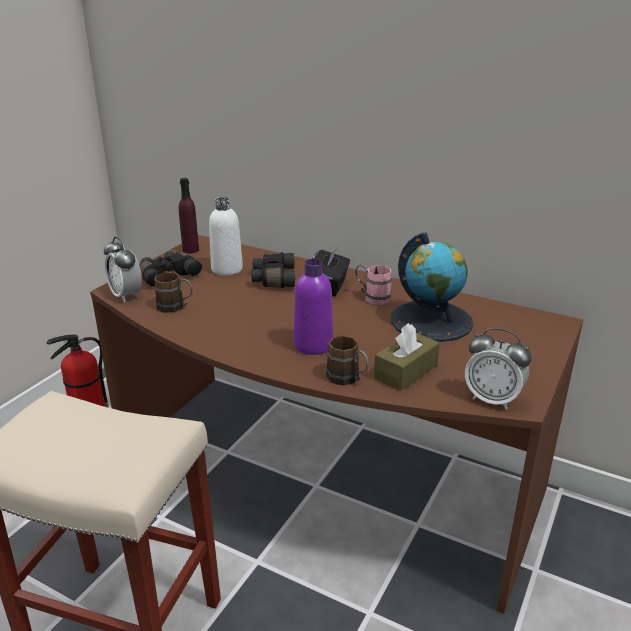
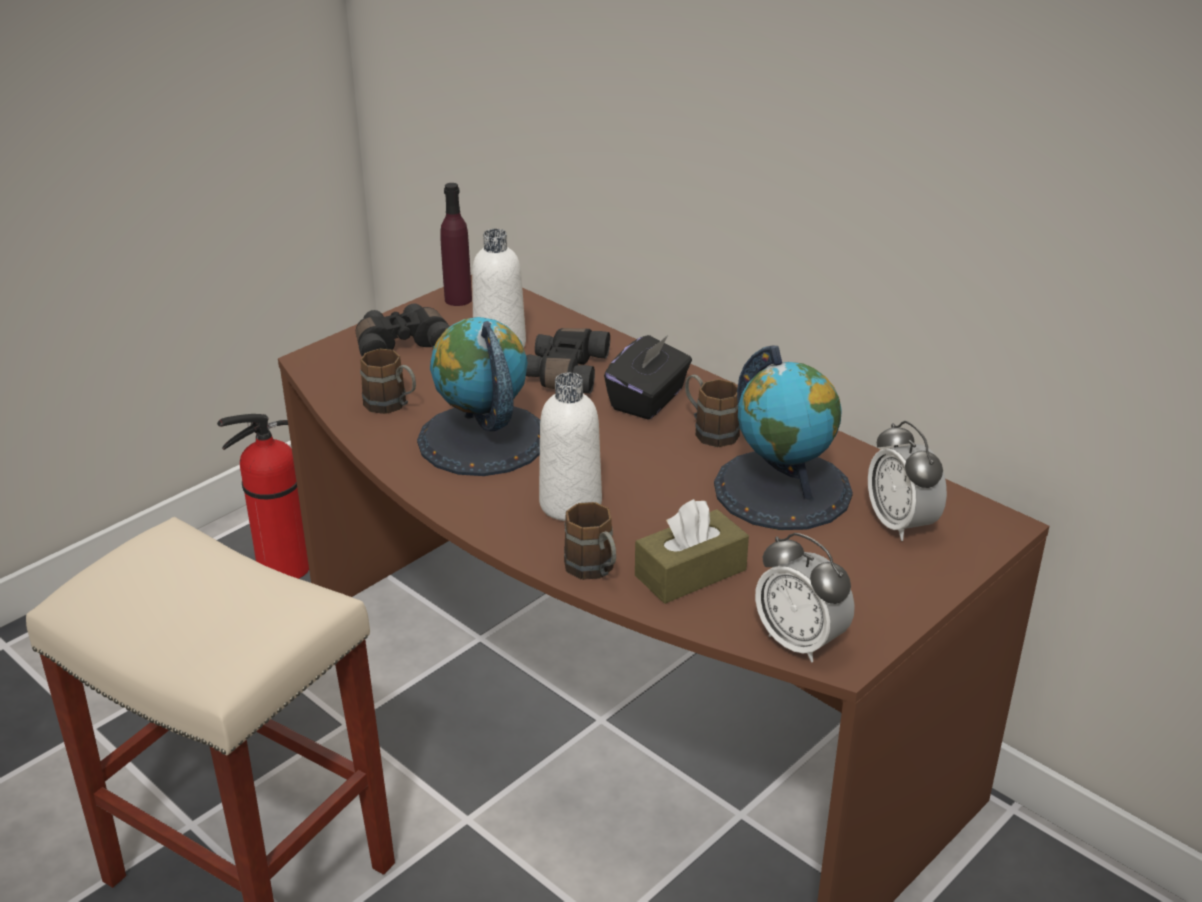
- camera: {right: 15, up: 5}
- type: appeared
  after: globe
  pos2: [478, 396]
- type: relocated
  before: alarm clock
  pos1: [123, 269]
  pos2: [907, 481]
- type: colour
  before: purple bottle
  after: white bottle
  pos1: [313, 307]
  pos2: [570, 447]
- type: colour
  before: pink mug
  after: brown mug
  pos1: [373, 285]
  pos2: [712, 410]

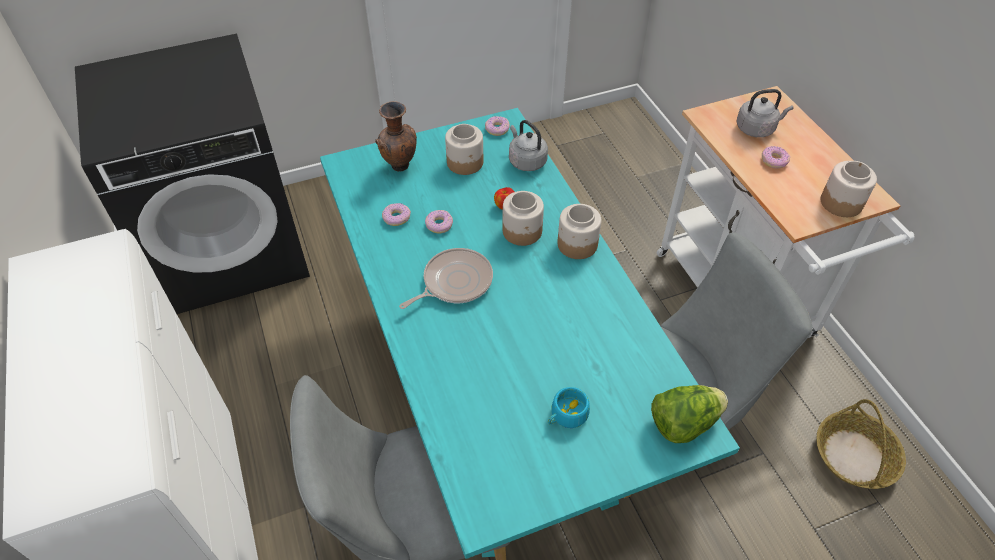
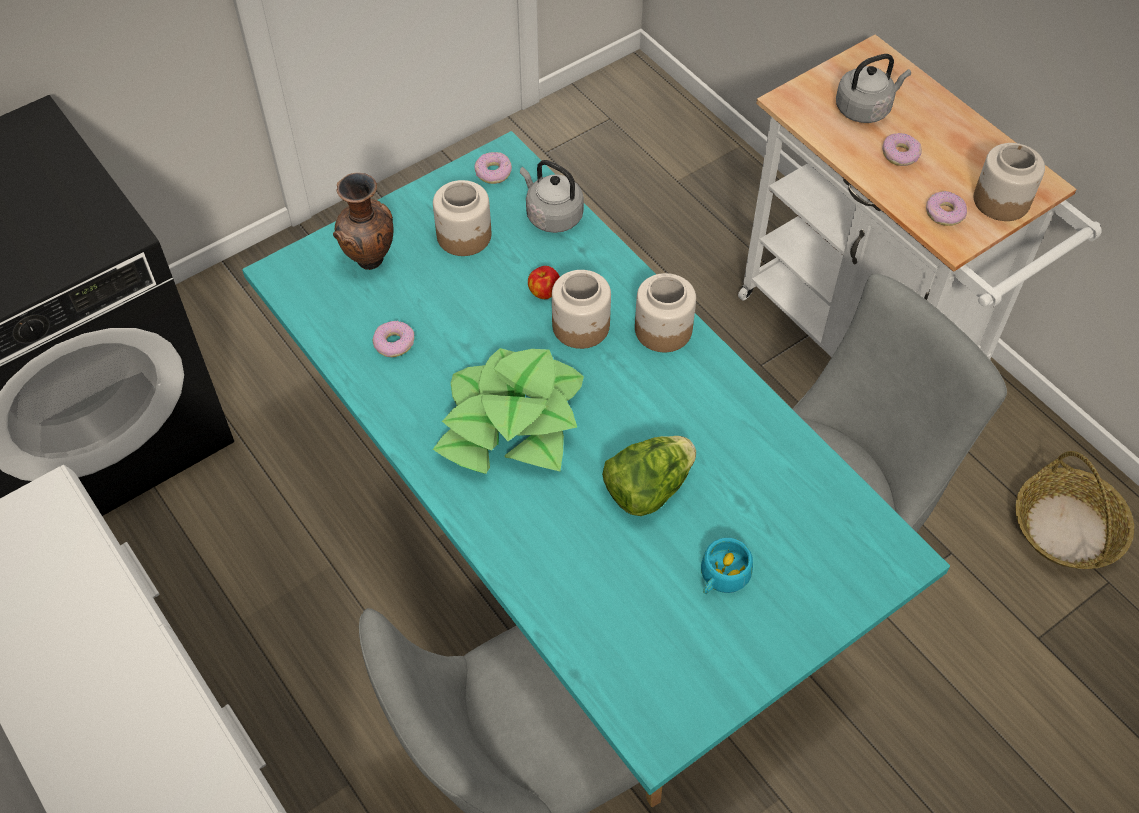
- camera: {right: -15, up: 5}
- type: relocated
  before: donut
  pos1: [439, 221]
  pos2: [946, 208]
- type: relocated
  before: lettuce
  pos1: [689, 414]
  pos2: [649, 476]
- type: exchanged
  before: frying pan
  after: potted plant
  pos1: [446, 278]
  pos2: [508, 411]

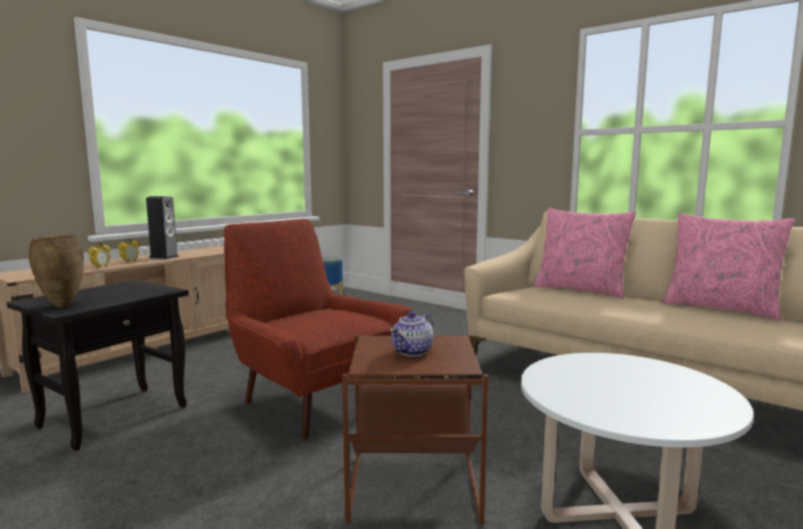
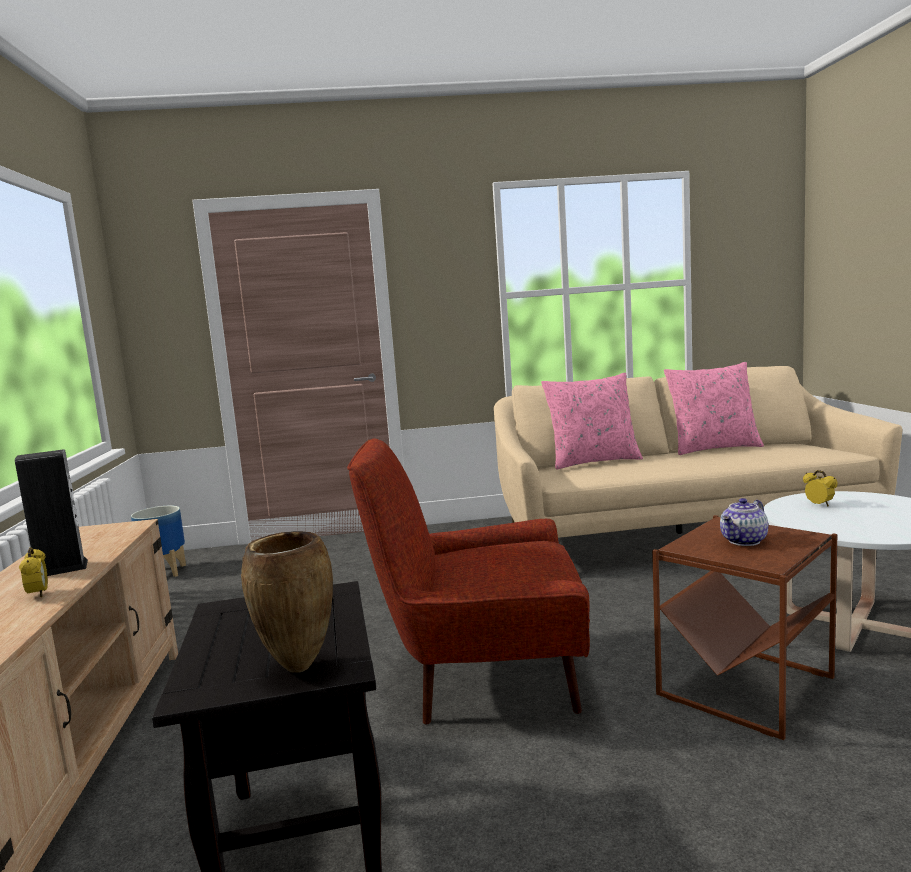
- camera: {right: -45, up: 0}
- type: relocated
  before: alarm clock
  pos1: [99, 256]
  pos2: [820, 488]
- type: spun
  before: teapot
  pos1: [412, 333]
  pos2: [744, 522]
  turn: 60

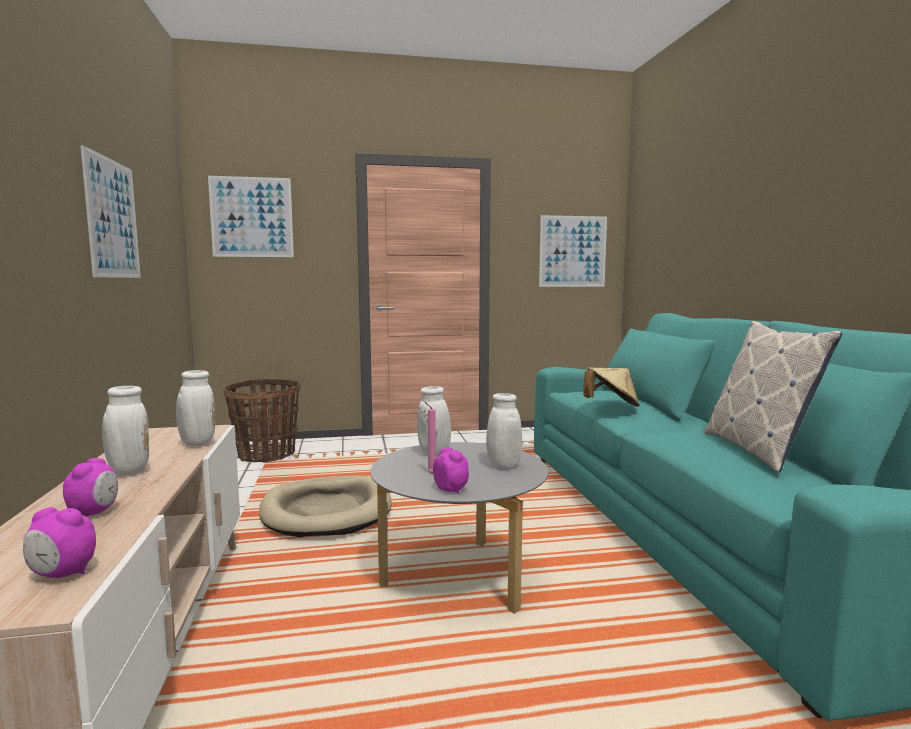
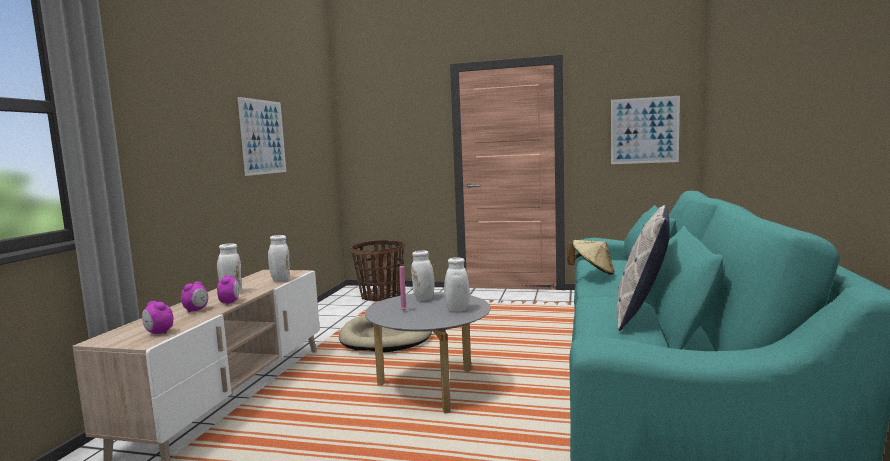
- camera: {right: 25, up: 0}
- type: missing
  before: picture
  pos1: [251, 216]
- type: relocated
  before: alarm clock
  pos1: [451, 470]
  pos2: [228, 290]

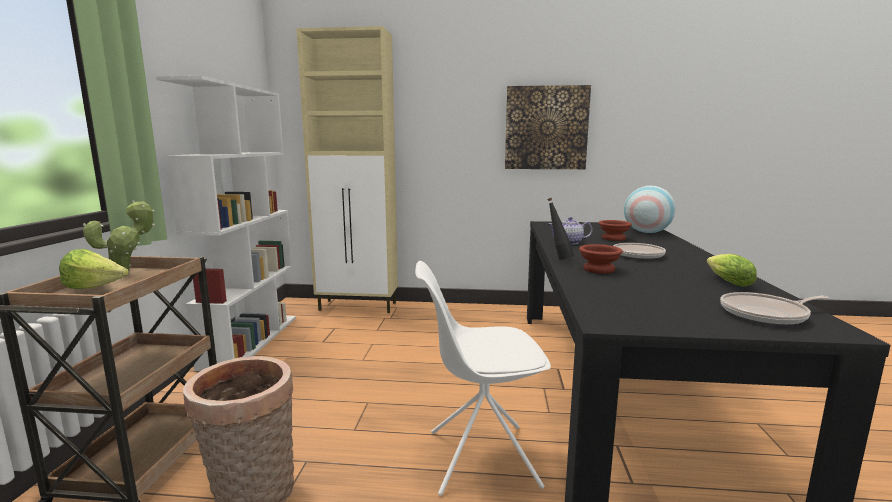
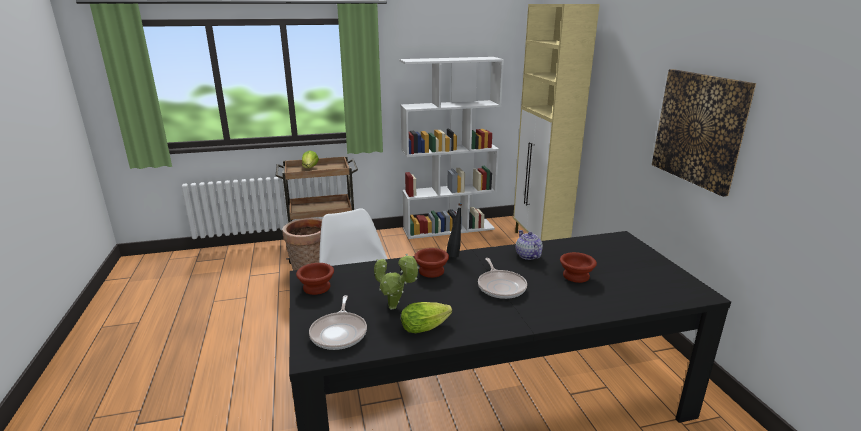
- camera: {right: 70, up: 10}
- type: missing
  before: vase
  pos1: [649, 209]
- type: appeared
  after: brown bowl
  pos2: [315, 279]
- type: relocated
  before: potted plant
  pos1: [118, 237]
  pos2: [396, 282]
- type: spun
  before: frying pan
  pos1: [774, 308]
  pos2: [338, 322]
  turn: -150

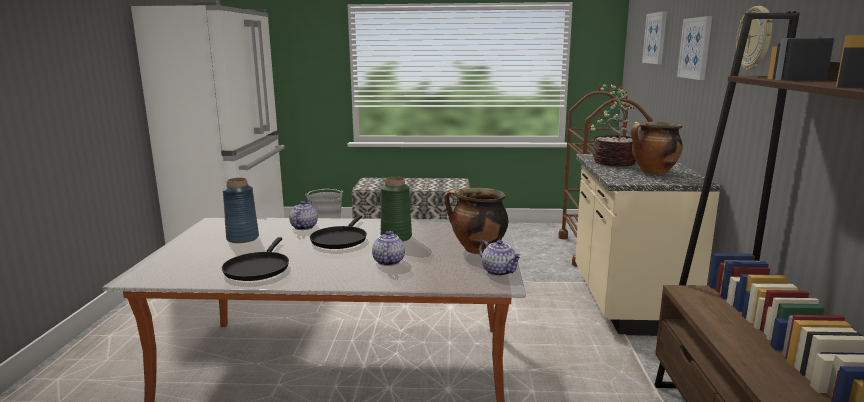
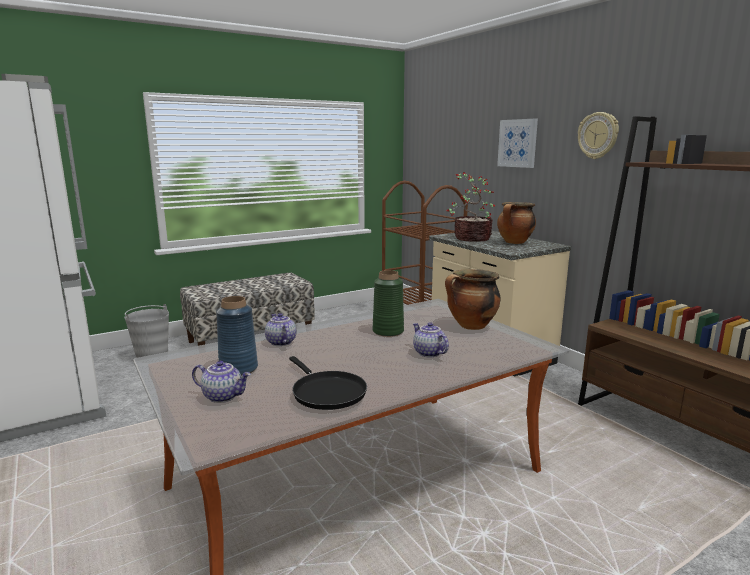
- camera: {right: -35, up: 0}
- type: missing
  before: black frying pan
  pos1: [338, 232]
- type: missing
  before: picture
  pos1: [654, 37]
- type: relocated
  before: teapot
  pos1: [500, 258]
  pos2: [221, 382]

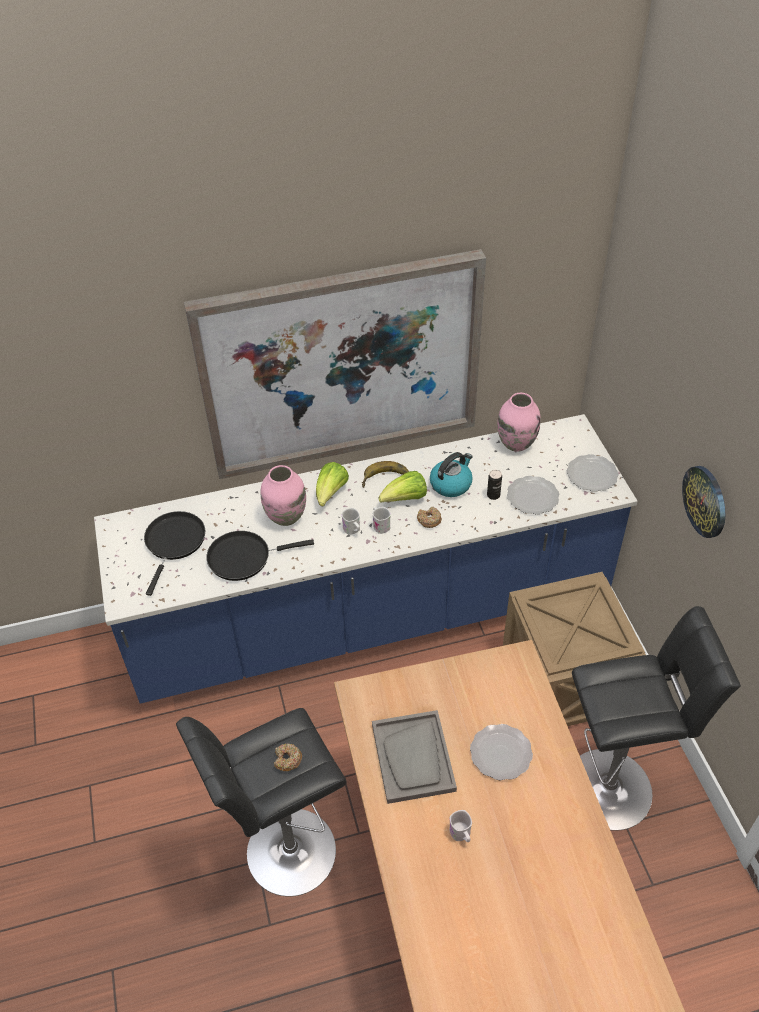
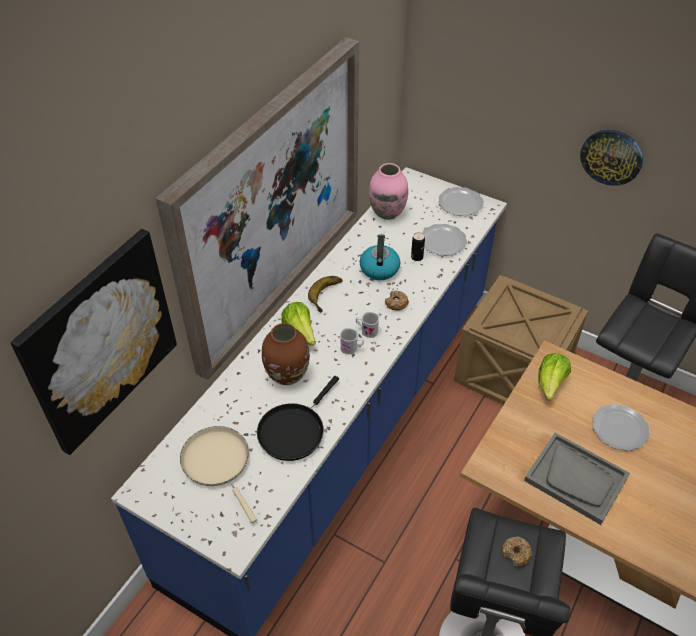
- camera: {right: -45, up: 0}
- type: missing
  before: white mug
  pos1: [460, 826]
- type: appeared
  after: picture
  pos2: [93, 342]
- type: relocated
  before: lettuce
  pos1: [402, 487]
  pos2: [554, 377]
- type: colour
  before: black frying pan
  after: beige frying pan
  pos1: [174, 553]
  pos2: [218, 474]
- type: colour
  before: pink vase
  after: brown vase
  pos1: [283, 495]
  pos2: [286, 354]

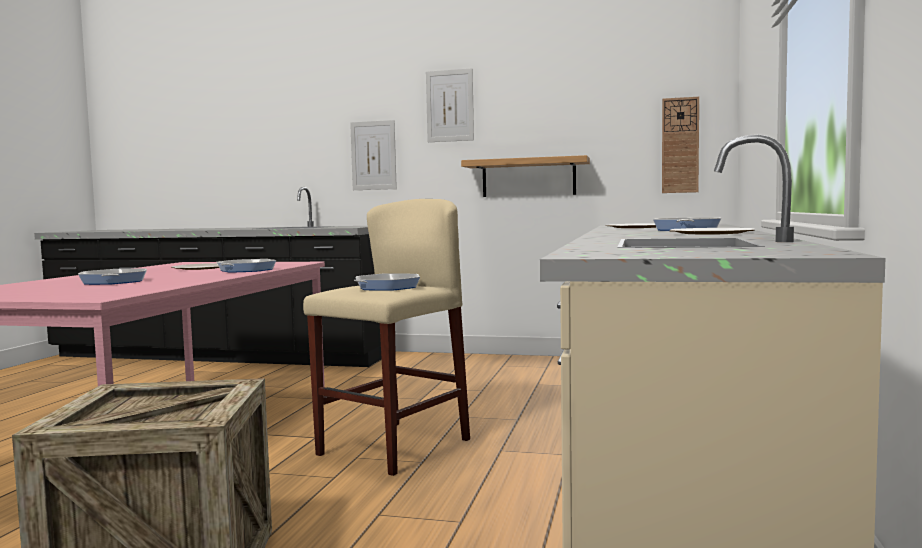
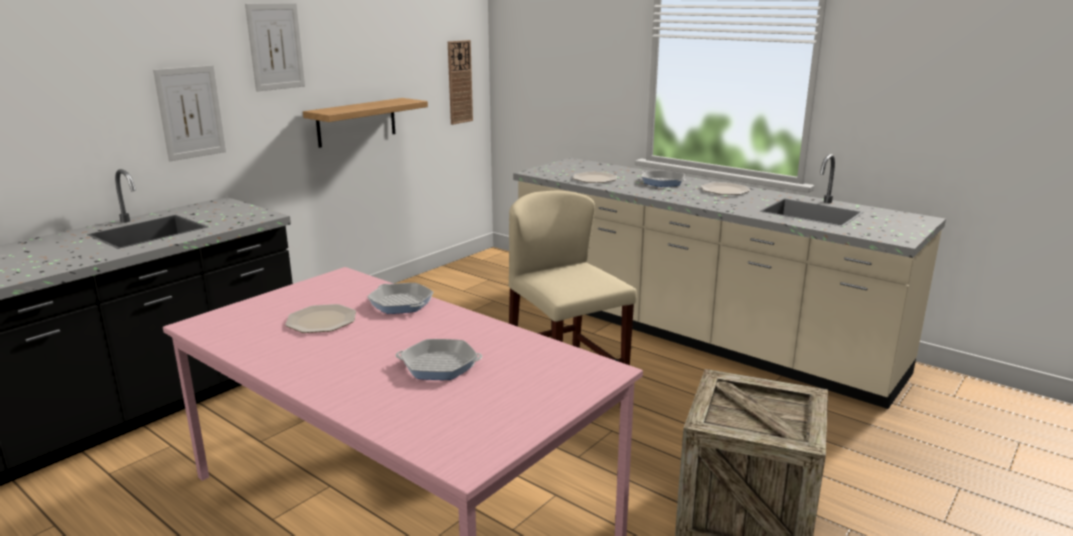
- camera: {right: -65, up: 15}
- type: missing
  before: frying pan
  pos1: [387, 282]

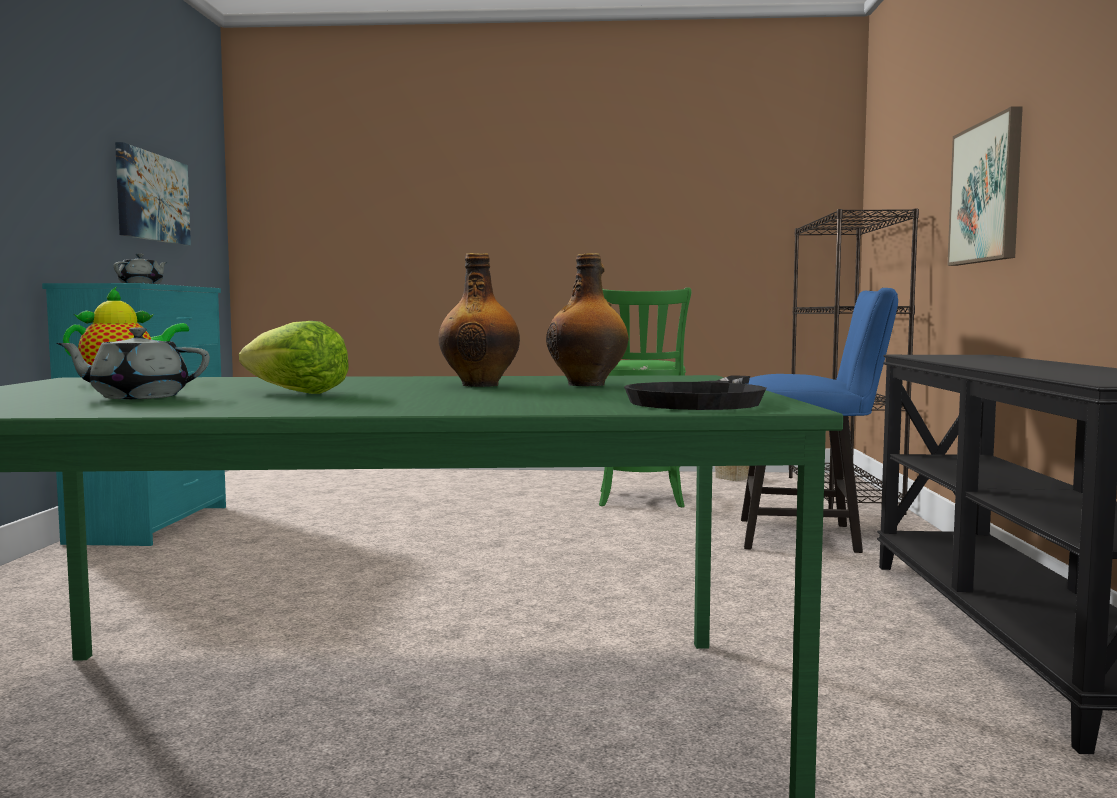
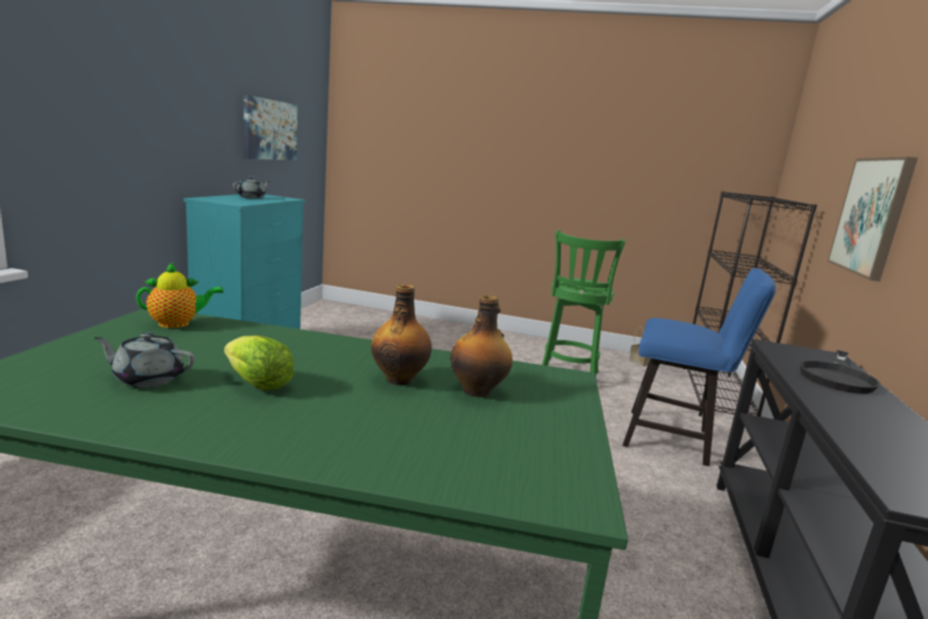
- camera: {right: 10, up: 10}
- type: relocated
  before: black frying pan
  pos1: [695, 392]
  pos2: [839, 372]

